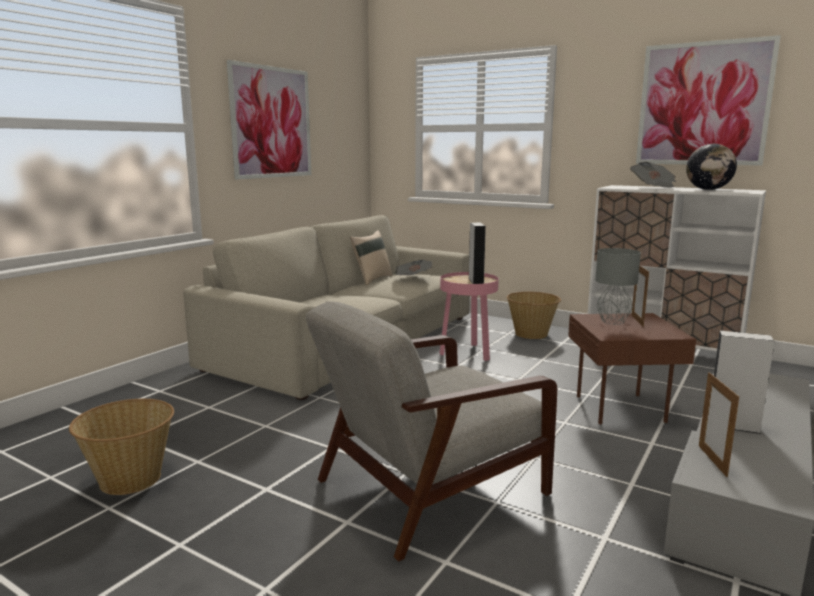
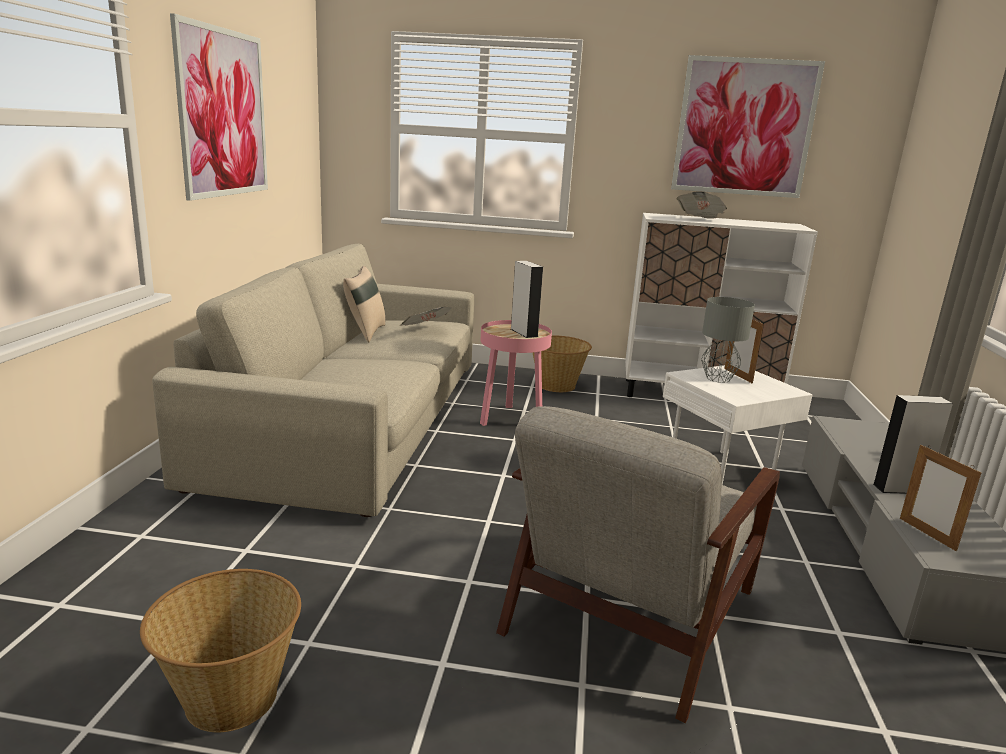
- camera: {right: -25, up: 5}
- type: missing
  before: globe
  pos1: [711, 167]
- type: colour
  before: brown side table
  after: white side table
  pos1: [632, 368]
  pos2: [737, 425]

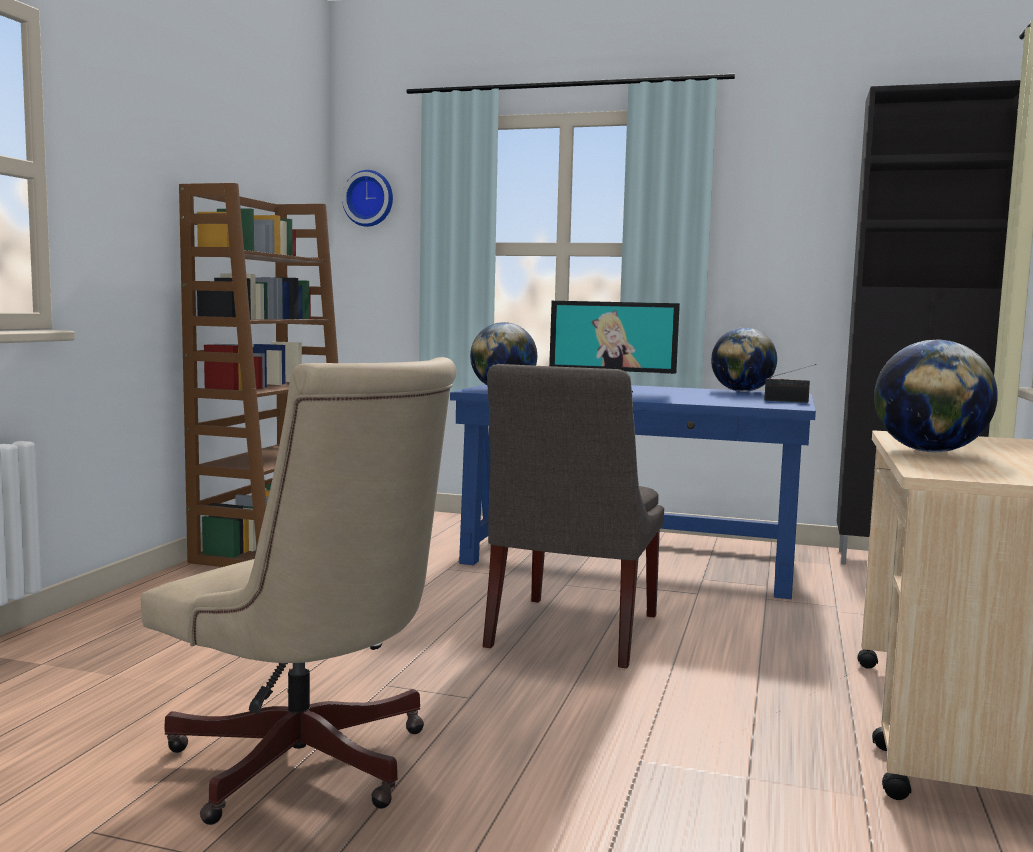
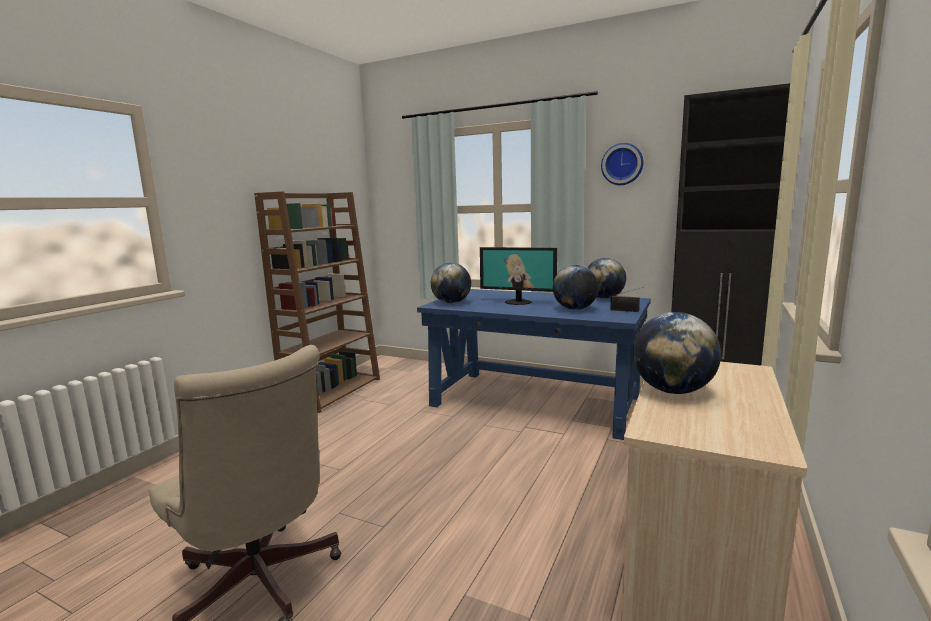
- camera: {right: 10, up: 5}
- type: missing
  before: grey chair
  pos1: [573, 516]
- type: appeared
  after: globe
  pos2: [576, 287]
- type: relocated
  before: wall clock
  pos1: [367, 198]
  pos2: [622, 164]

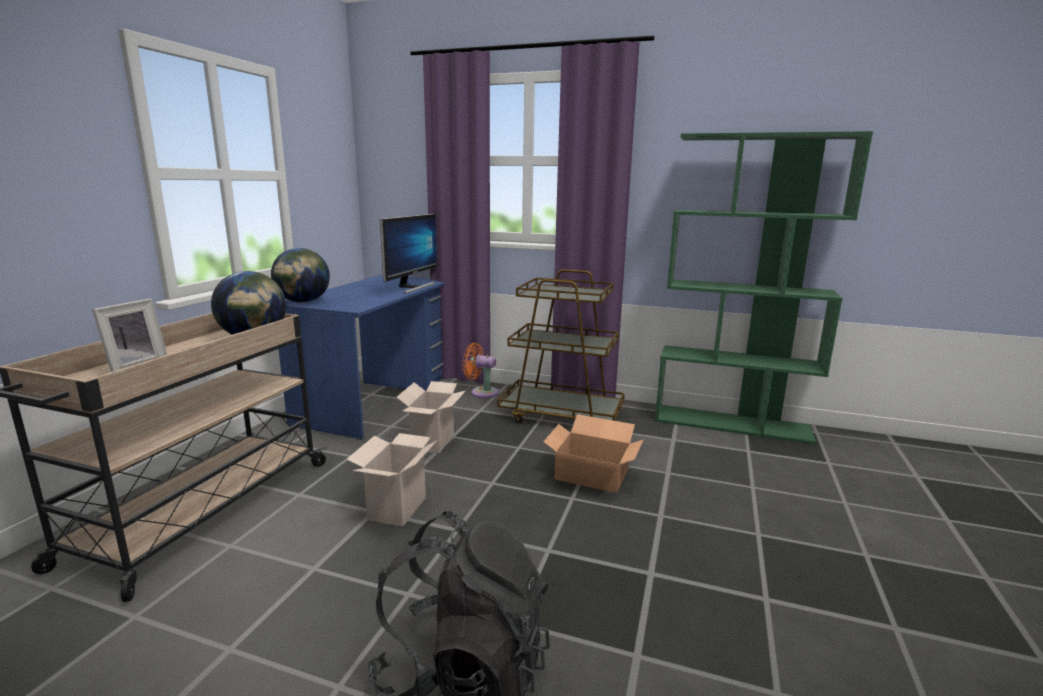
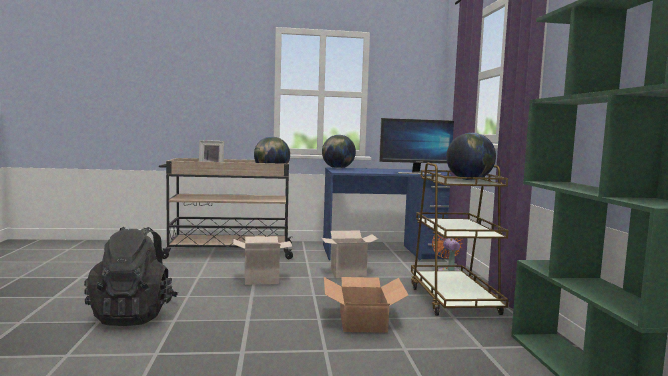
- camera: {right: 65, up: -10}
- type: appeared
  after: globe
  pos2: [471, 156]

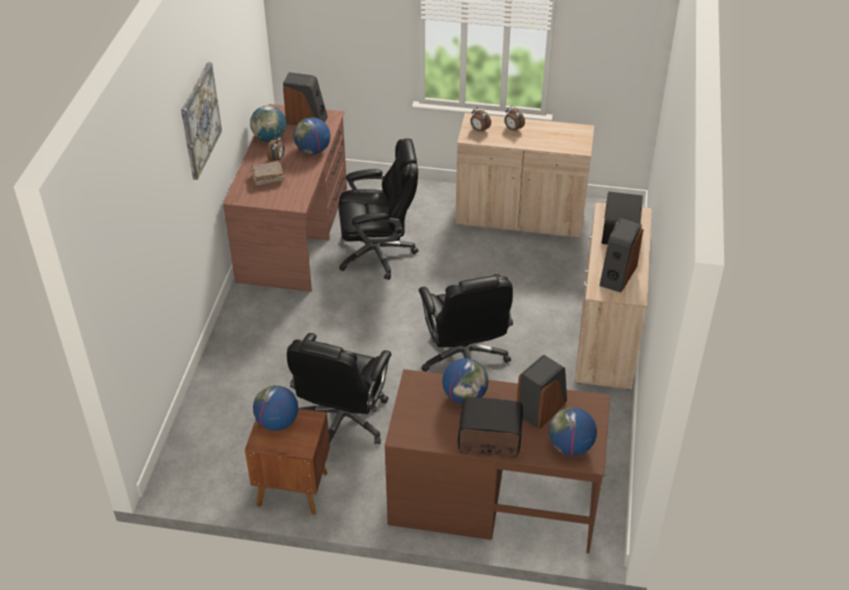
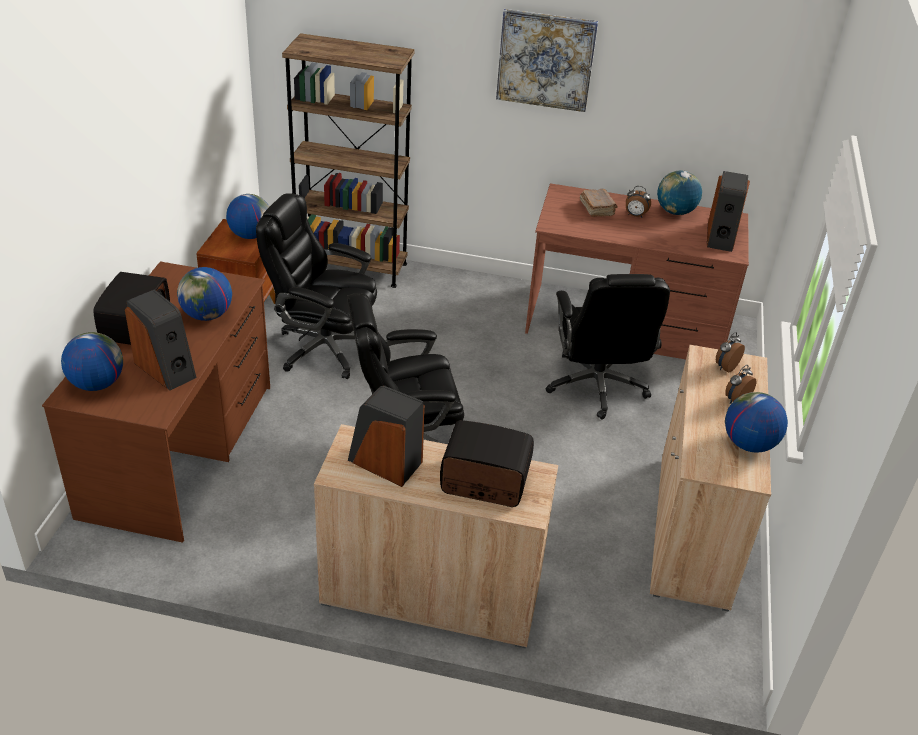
- camera: {right: 90, up: -5}
- type: appeared
  after: brown bookcase
  pos2: [348, 160]
- type: relocated
  before: globe
  pos1: [312, 135]
  pos2: [756, 422]

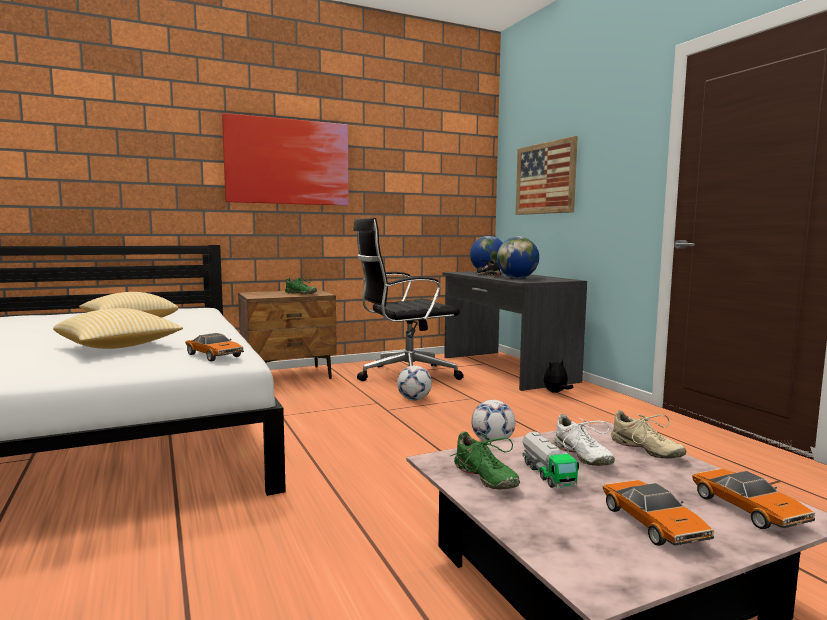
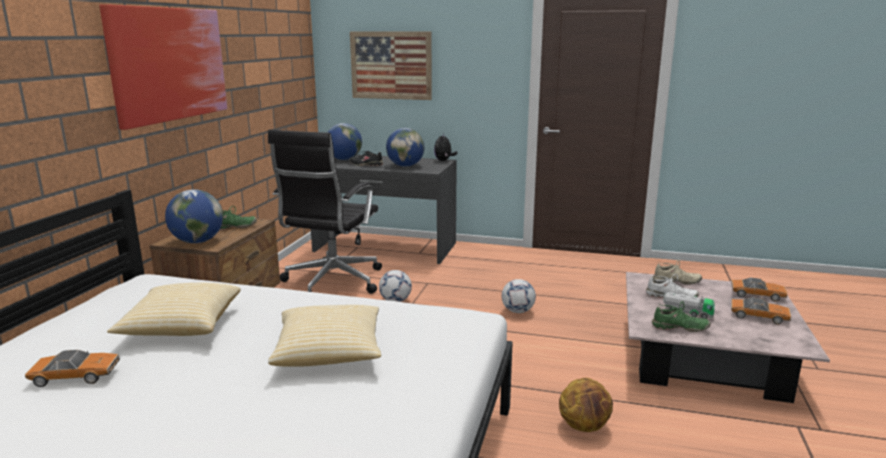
- camera: {right: -50, up: 10}
- type: appeared
  after: globe
  pos2: [194, 216]
- type: appeared
  after: basketball
  pos2: [586, 405]
- type: relocated
  before: toy car
  pos1: [214, 347]
  pos2: [72, 368]
- type: relocated
  before: plush toy
  pos1: [559, 376]
  pos2: [446, 147]

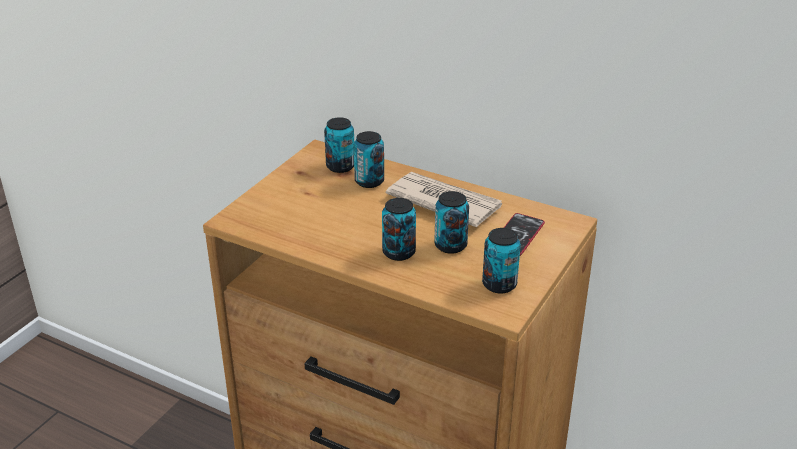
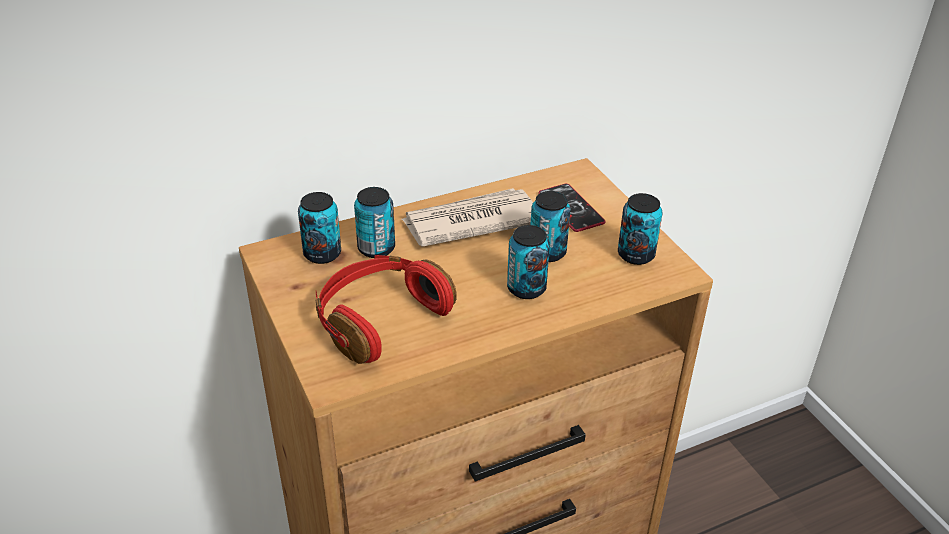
- camera: {right: -55, up: 5}
- type: appeared
  after: red headphones
  pos2: [386, 309]

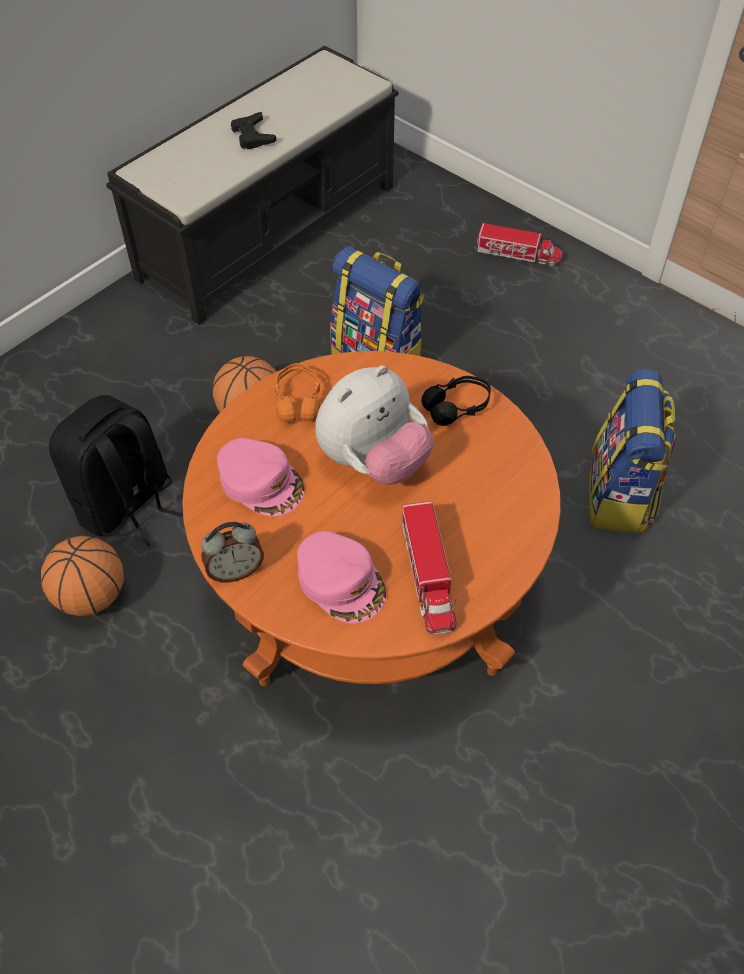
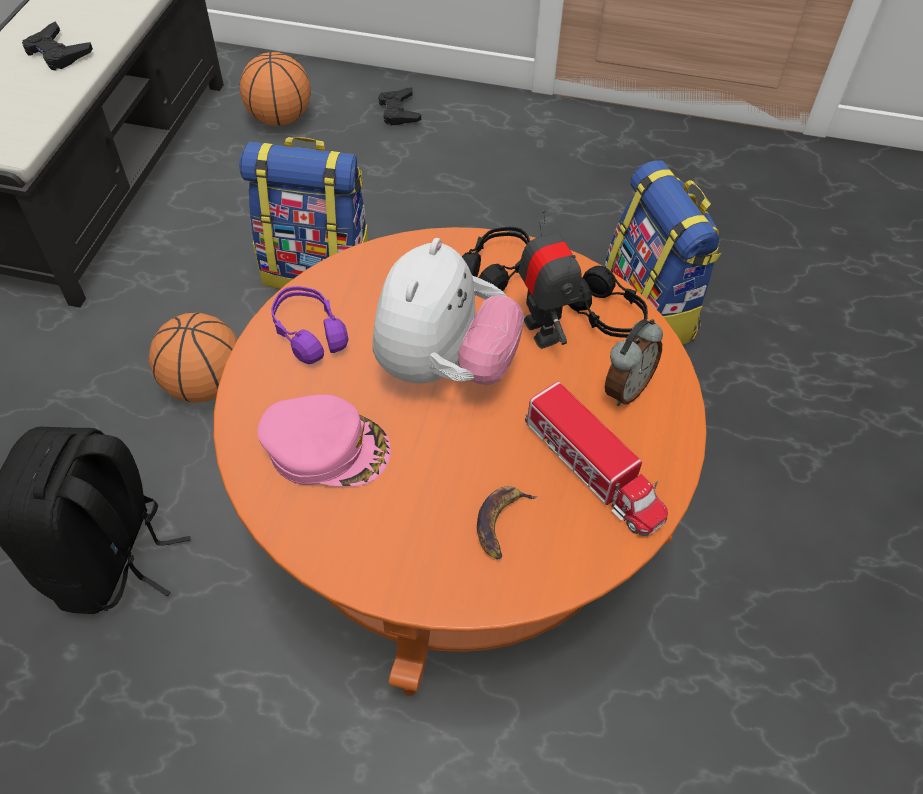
- camera: {right: -30, up: 0}
- type: appeared
  after: toy robot
  pos2: [550, 279]
- type: appeared
  after: black headphones
  pos2: [608, 302]
- type: relocated
  before: basketball
  pos1: [82, 576]
  pos2: [275, 89]
- type: relocated
  before: alarm clock
  pos1: [232, 552]
  pos2: [634, 362]
- type: exchanged
  before: pink cap
  after: banana
  pos1: [342, 577]
  pos2: [507, 523]
- type: exchanged
  before: toy truck
  after: black game controller
  pos1: [518, 245]
  pos2: [399, 106]
- type: colour
  before: orange headphones
  after: purple headphones
  pos1: [297, 393]
  pos2: [309, 325]

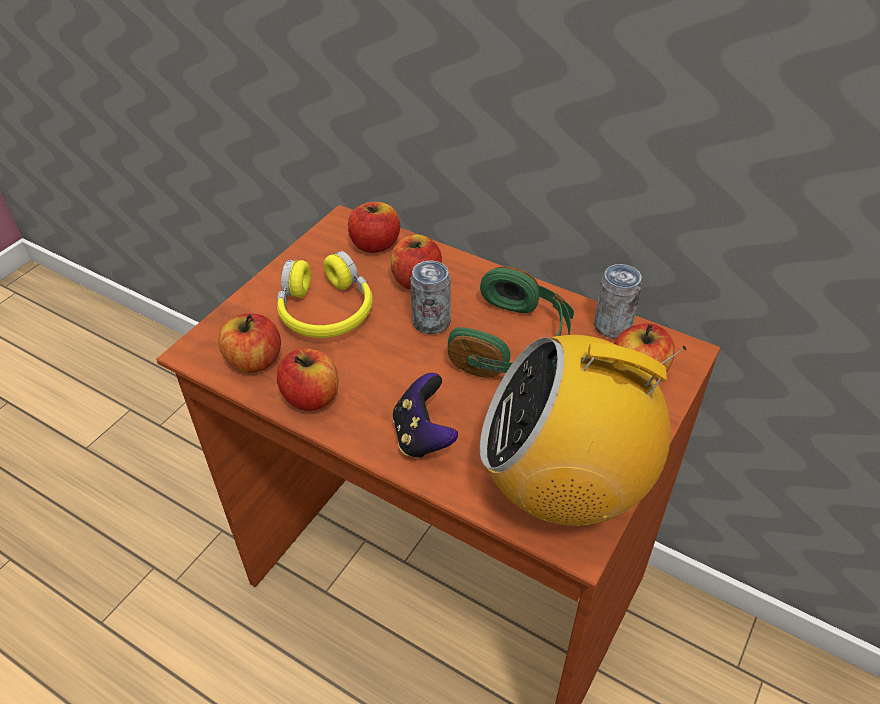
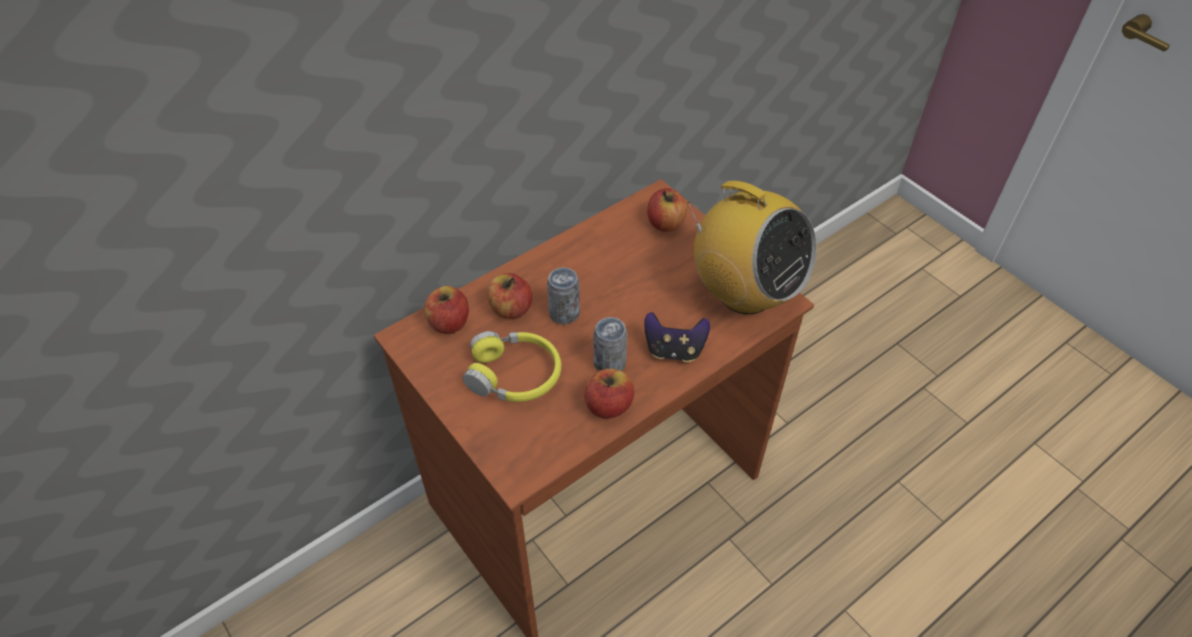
- camera: {right: -70, up: 5}
- type: missing
  before: apple
  pos1: [249, 343]
- type: missing
  before: green headphones
  pos1: [511, 322]
- type: relocated
  before: can
  pos1: [618, 301]
  pos2: [610, 344]
- type: spun
  before: radio
  pos1: [583, 430]
  pos2: [751, 247]
  turn: -75

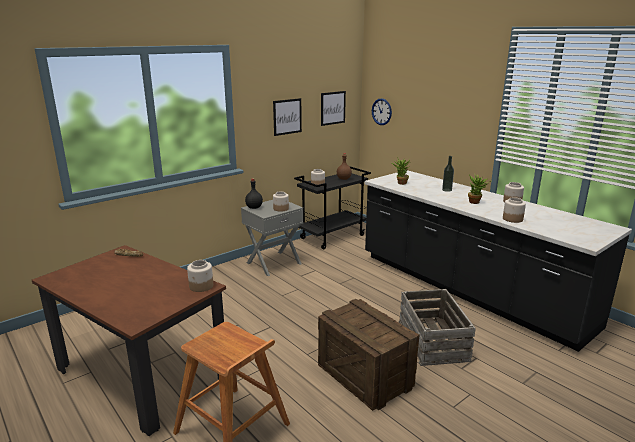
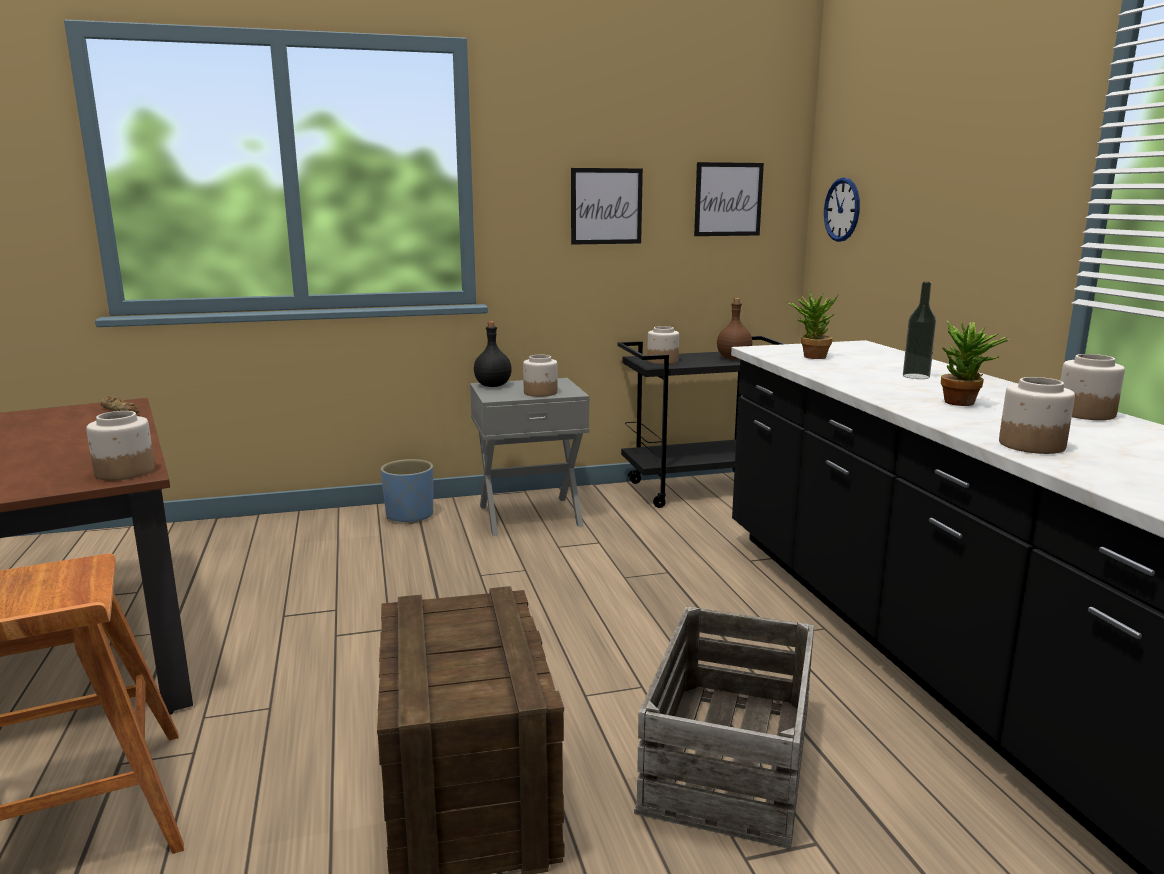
- camera: {right: 25, up: -5}
- type: appeared
  after: blue planter
  pos2: [407, 491]

